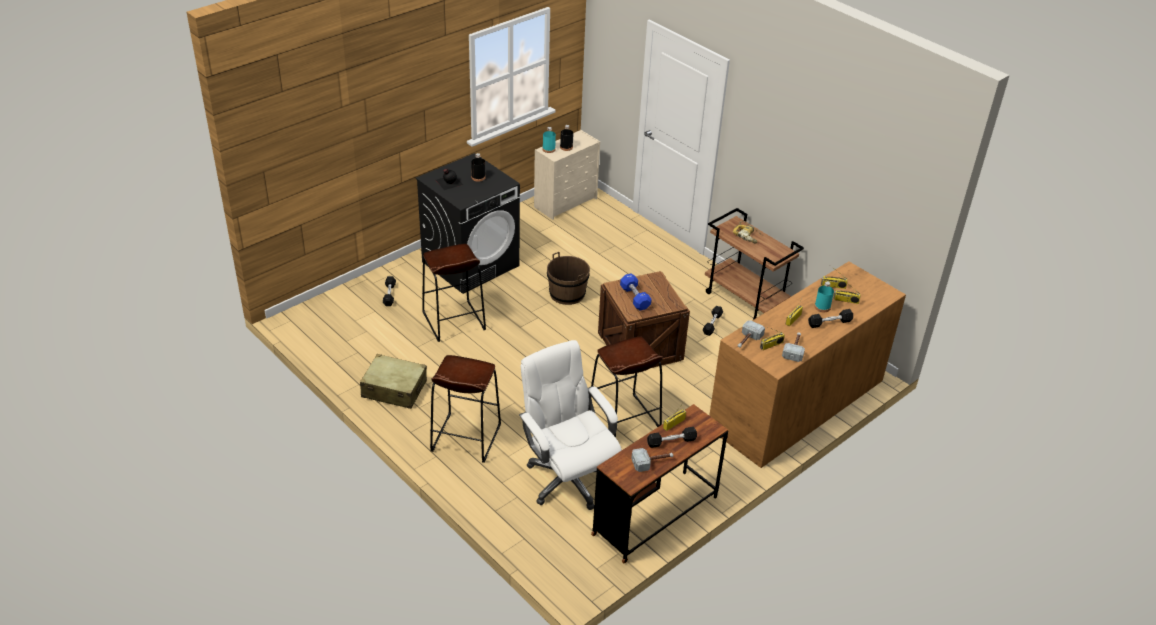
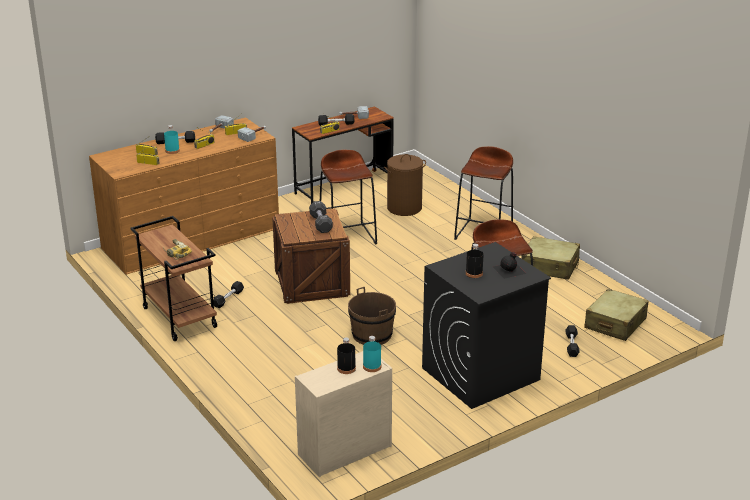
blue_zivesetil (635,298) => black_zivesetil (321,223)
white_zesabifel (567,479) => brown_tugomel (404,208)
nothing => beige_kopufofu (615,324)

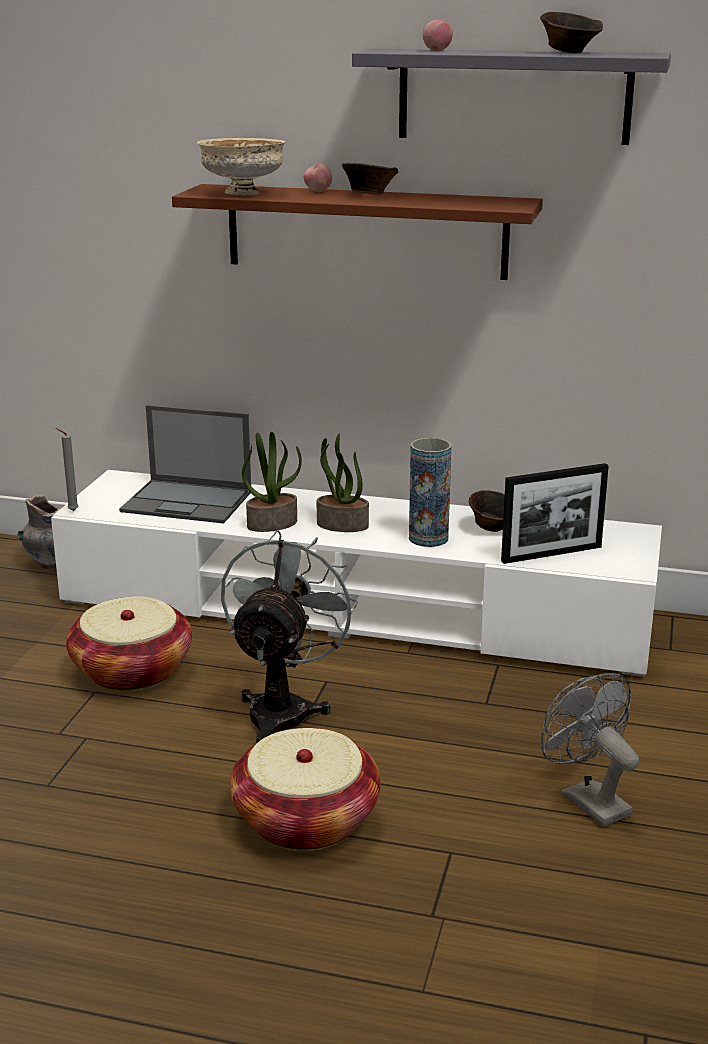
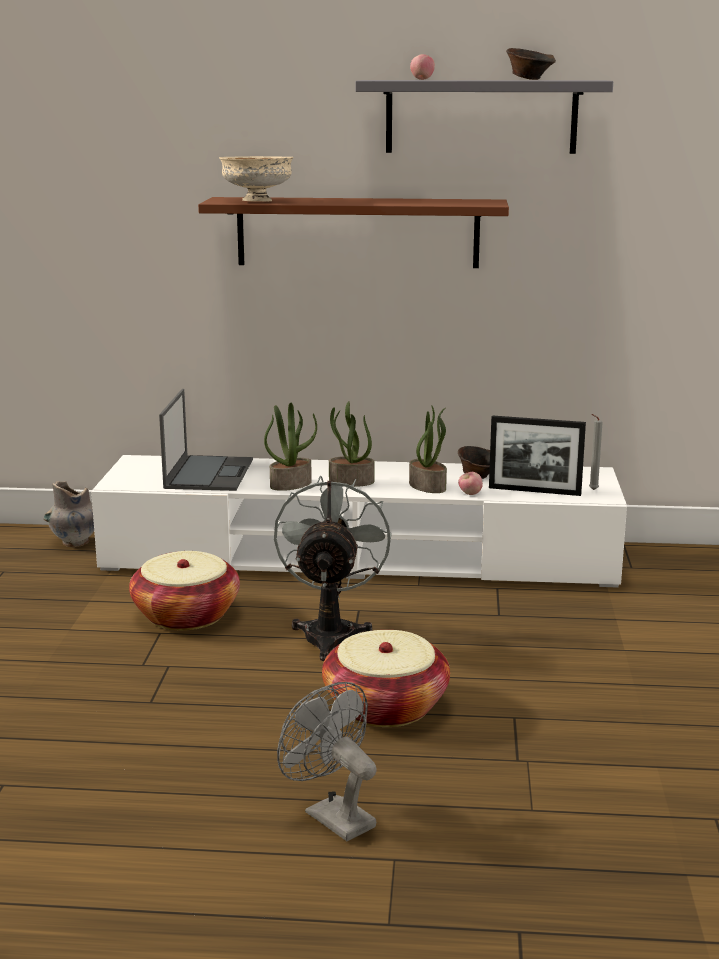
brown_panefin (368,195) => nothing
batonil (317,192) => batonil (470,494), relocated
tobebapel (188,502) => tobebapel (209,473), 90 degrees counterclockwise
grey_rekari (71,511) => grey_rekari (592,490), relocated
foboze (428,538) => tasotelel (428,486)
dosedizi (551,554) => dosedizi (534,491), 45 degrees clockwise
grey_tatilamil (587,799) => grey_tatilamil (332,816), relocated

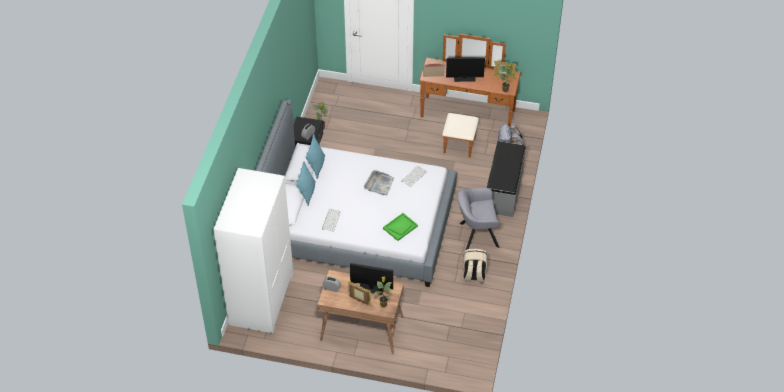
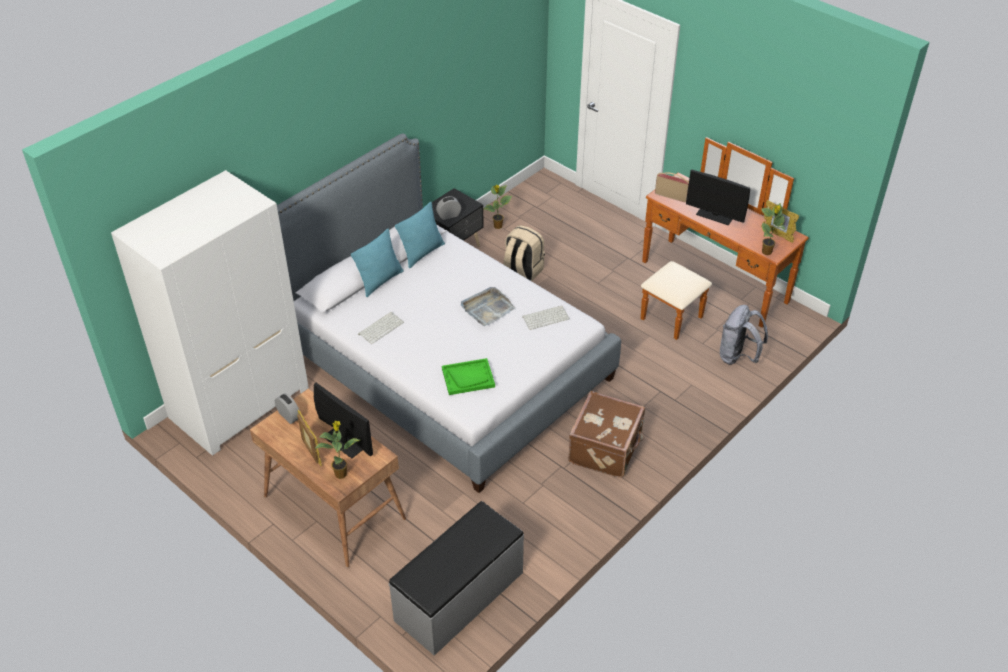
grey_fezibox (504,190) => grey_fezibox (460,597), relocated
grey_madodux (476,235) => brown_kopufofu (606,449)
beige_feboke (473,275) => beige_feboke (522,271), relocated

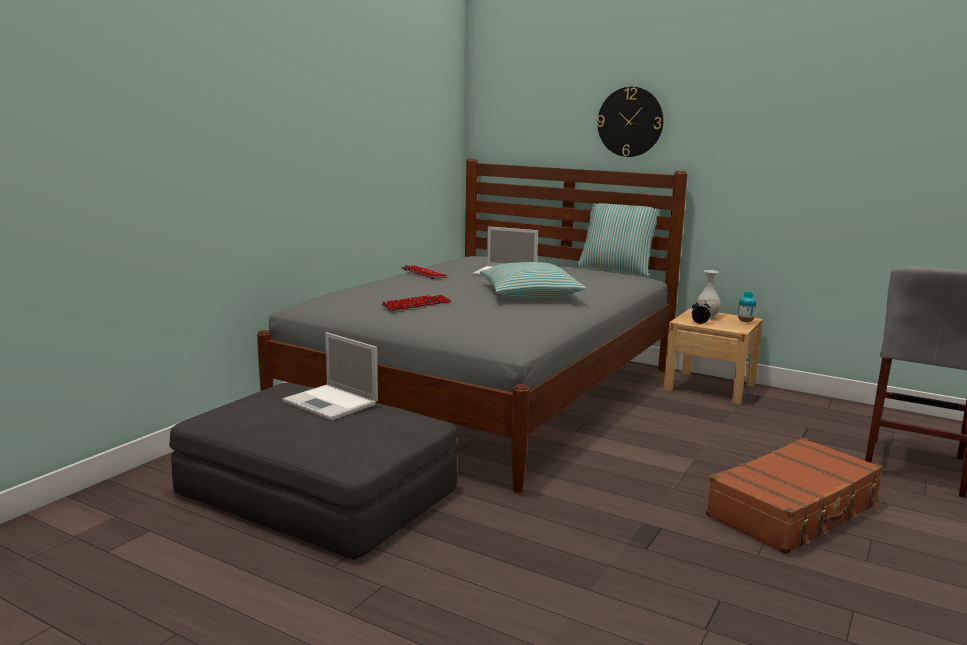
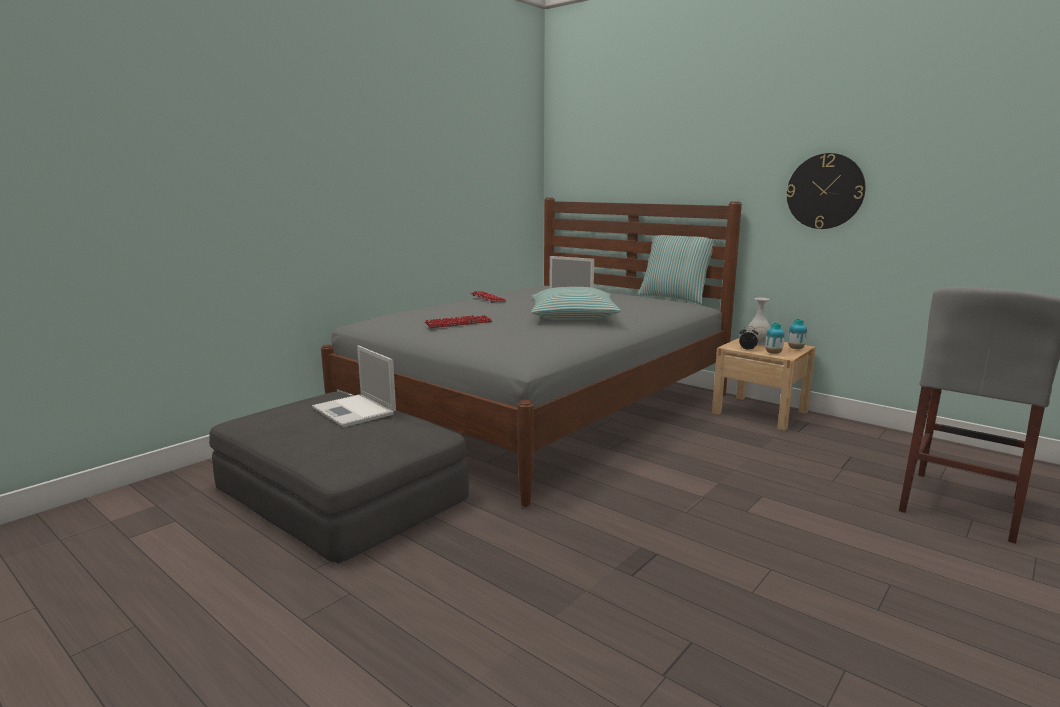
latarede (630,122) => latarede (825,191), relocated
brown_kopufofu (794,511) => nothing
nothing => foboze (773,353)

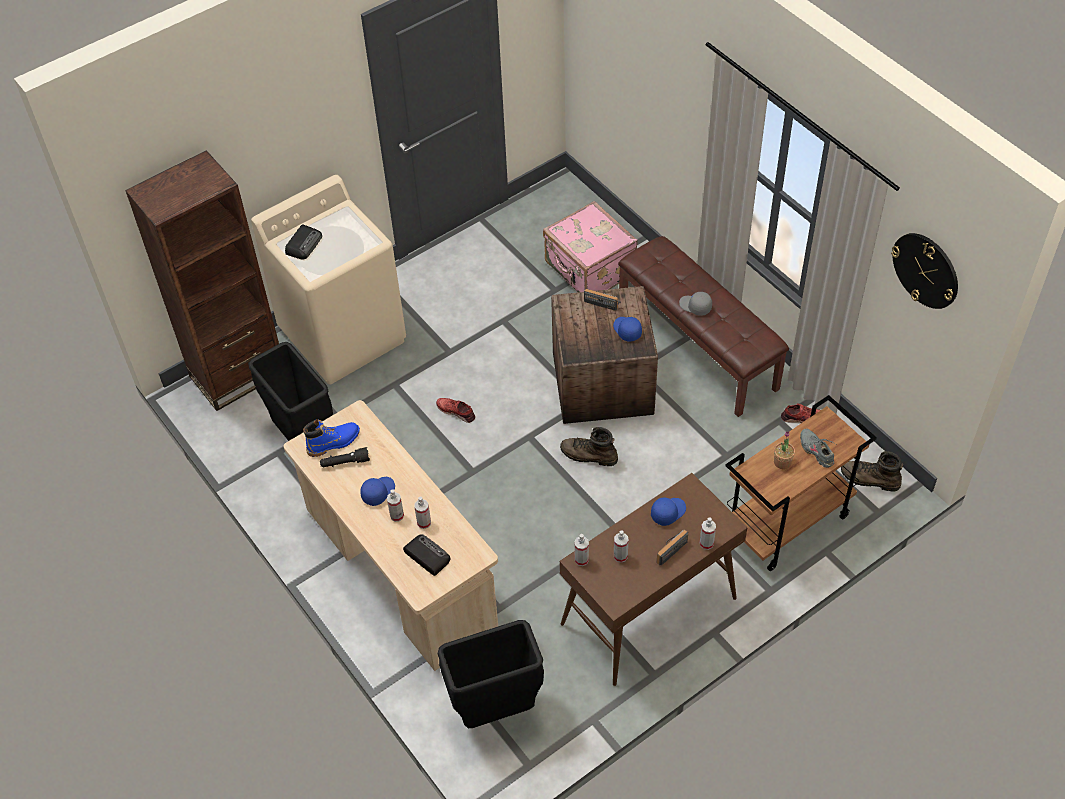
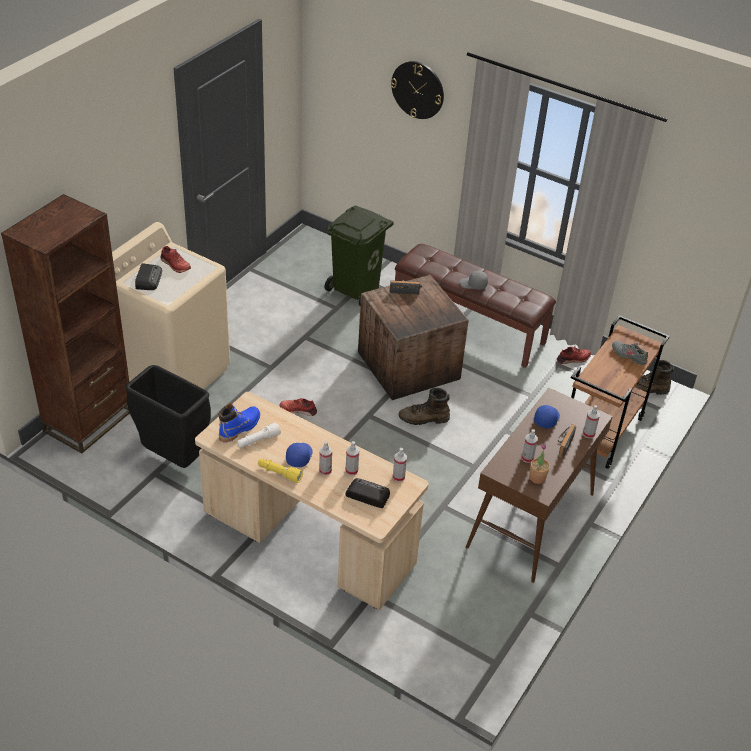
pink_kopufofu (589,270) => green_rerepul (356,289)
latarede (926,270) => latarede (417,89), relocated
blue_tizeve (626,330) => nothing
tasotelel (782,462) => tasotelel (537,478), relocated
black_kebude (345,462) => white_kebude (258,440)
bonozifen (581,560) => bonozifen (398,477), relocated
black_rerepul (496,711) => nothing
nothing => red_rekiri (175,265)
nothing => yellow_kebude (279,473)

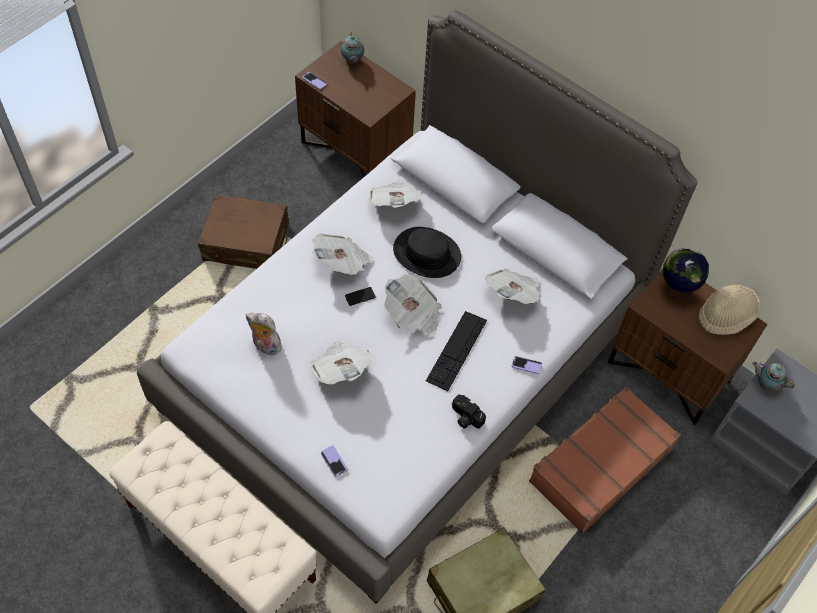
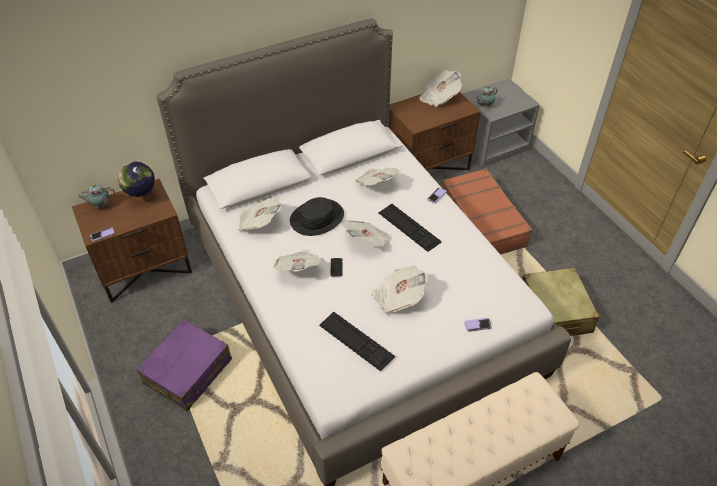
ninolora (352,61) => ninolora (100,205), 150 degrees clockwise
brown_kopufofu (246,242) => purple_kopufofu (188,372)
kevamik (676,289) => kevamik (142,199), relocated
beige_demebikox (726,316) => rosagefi (439,97)
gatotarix (265,346) => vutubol (356,341)
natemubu (465,417) => nothing

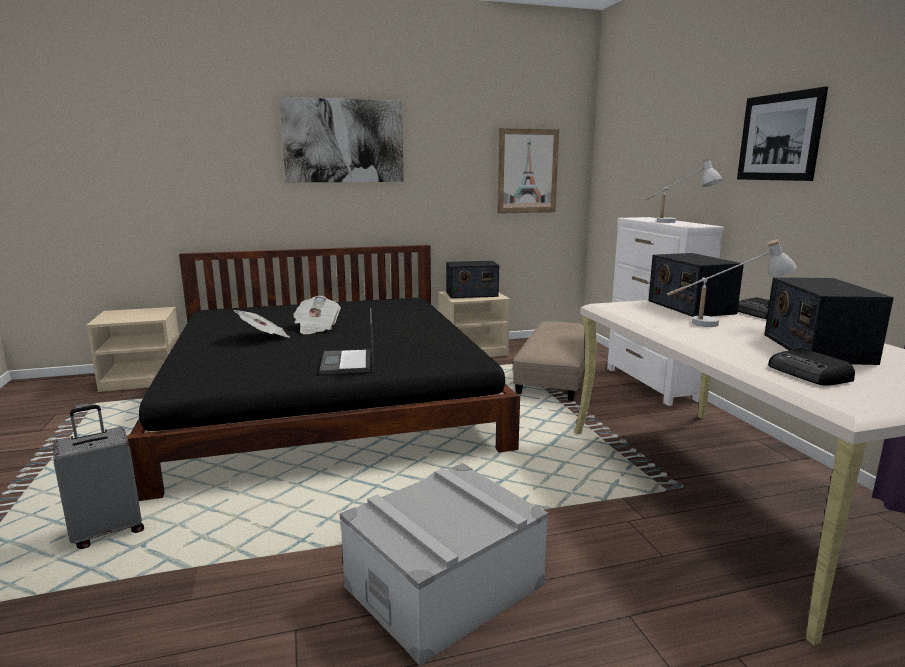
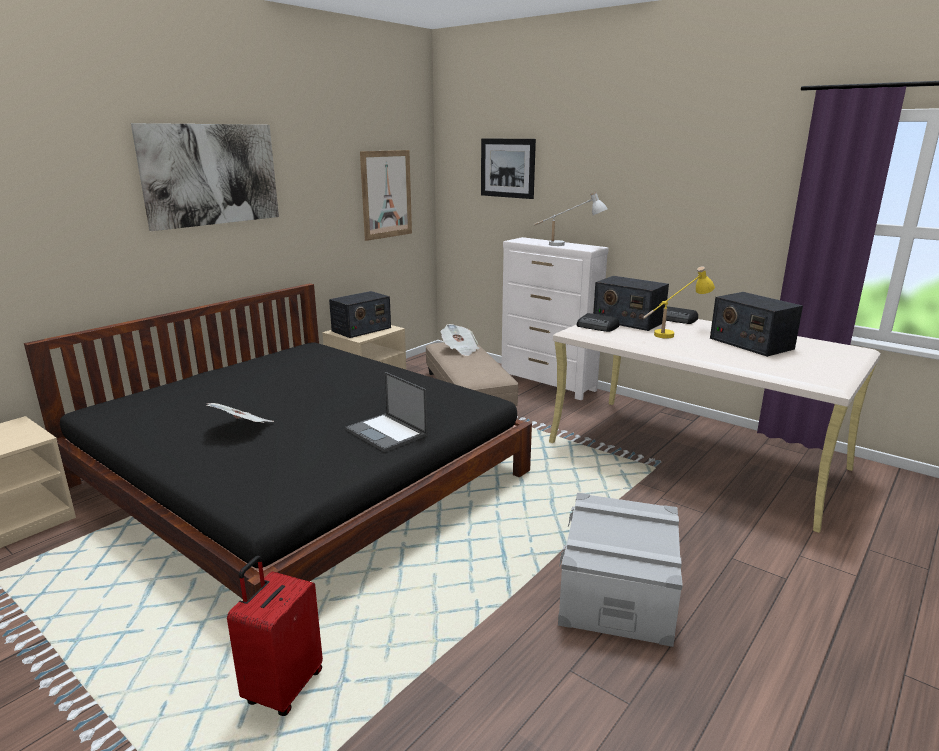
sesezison (779,137) => sesezison (507,168), relocated
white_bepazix (724,324) => yellow_bepazix (674,333)
rosagefi (316,328) => rosagefi (460,350), relocated
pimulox (809,374) => pimulox (597,327), relocated
grey_kopufofu (108,531) => red_kopufofu (283,688)

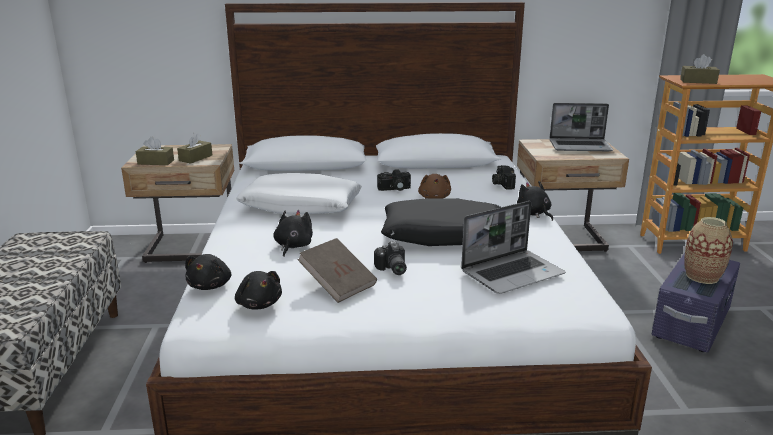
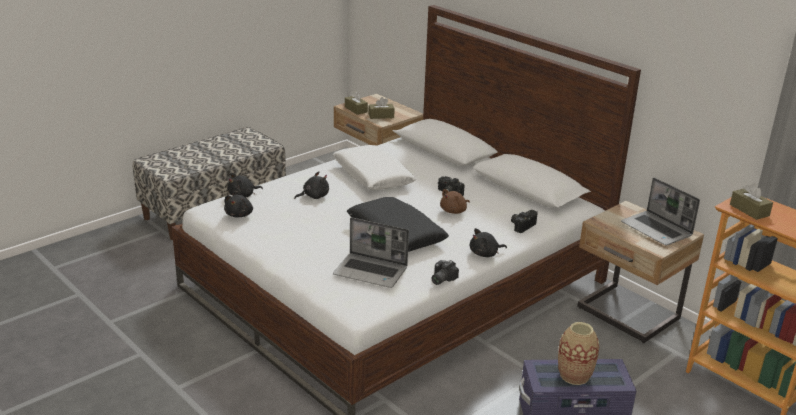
black_gatotarix (534,213) => black_gatotarix (485,254), 135 degrees counterclockwise
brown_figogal (338,284) => nothing
natemubu (391,269) => natemubu (441,279), relocated

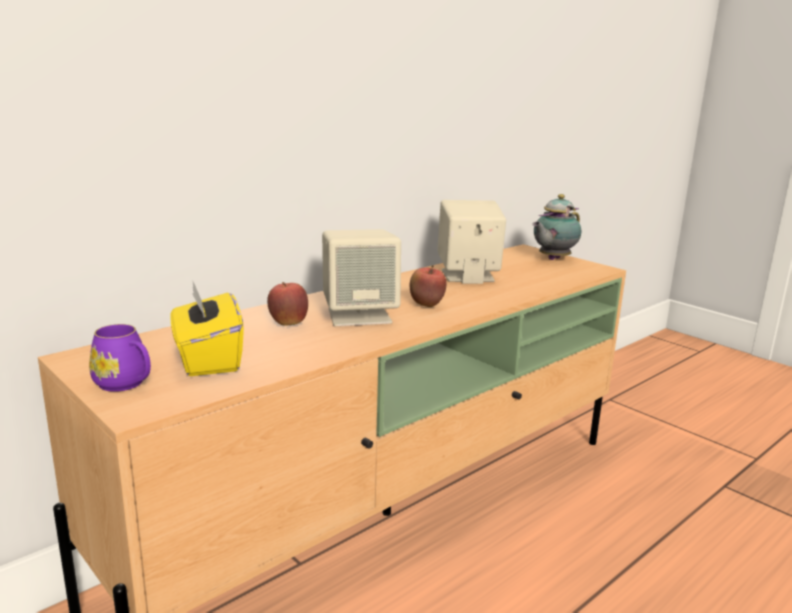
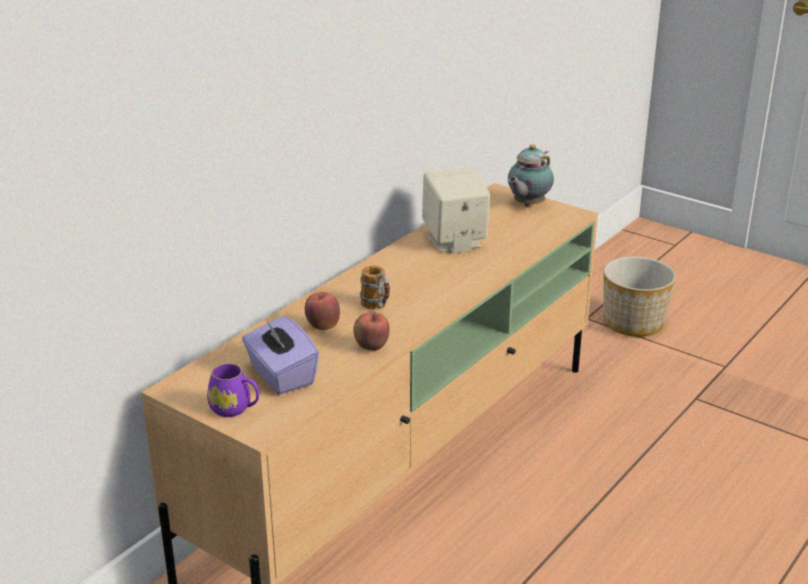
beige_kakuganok (359,315) => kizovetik (378,308)
batonil (426,305) => batonil (371,348), relocated
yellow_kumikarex (208,359) => purple_kumikarex (281,375)
nothing => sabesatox (633,322)

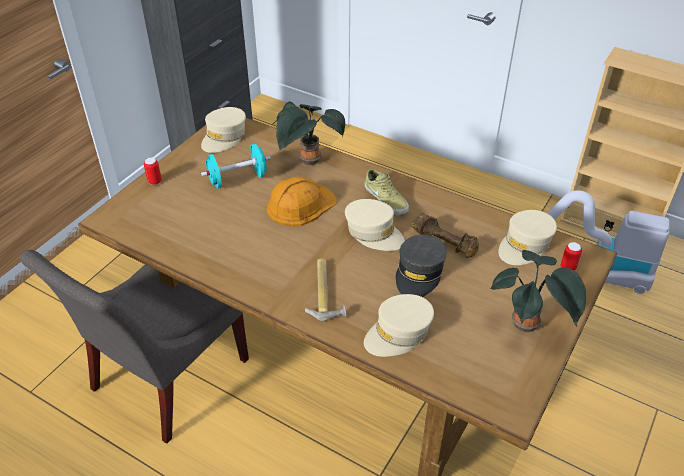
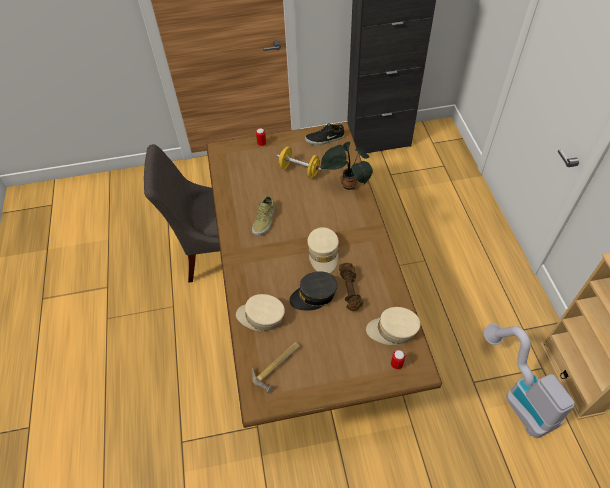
beige_tizeve (224,137) => black_rekiri (324,139)
turquoise_zivesetil (237,179) => yellow_zivesetil (299,170)
beige_rekiri (387,199) => beige_rekiri (264,220), relocated
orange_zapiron (300,205) => nothing
tasotelel (527,326) => nothing
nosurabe (326,292) => nosurabe (278,367), relocated

